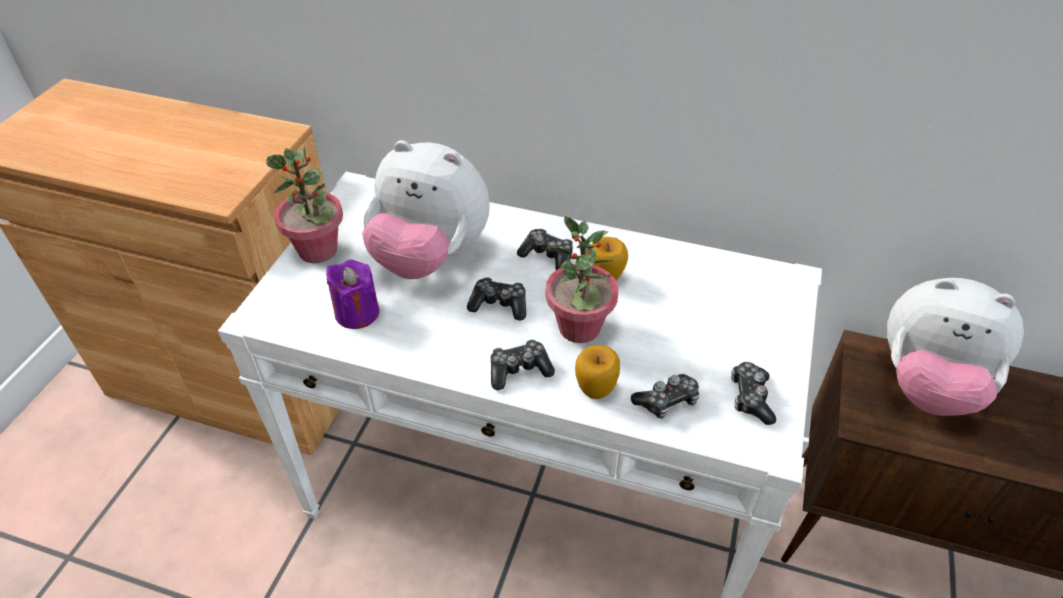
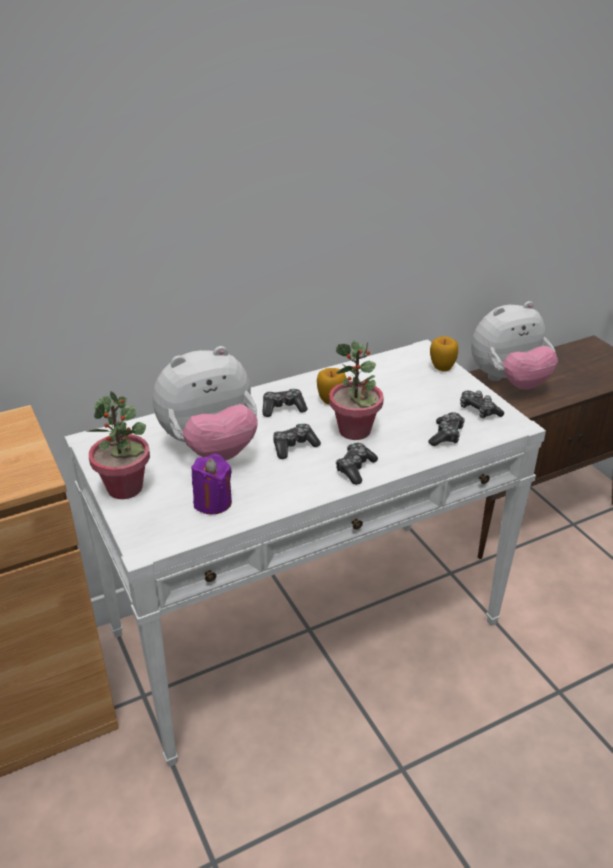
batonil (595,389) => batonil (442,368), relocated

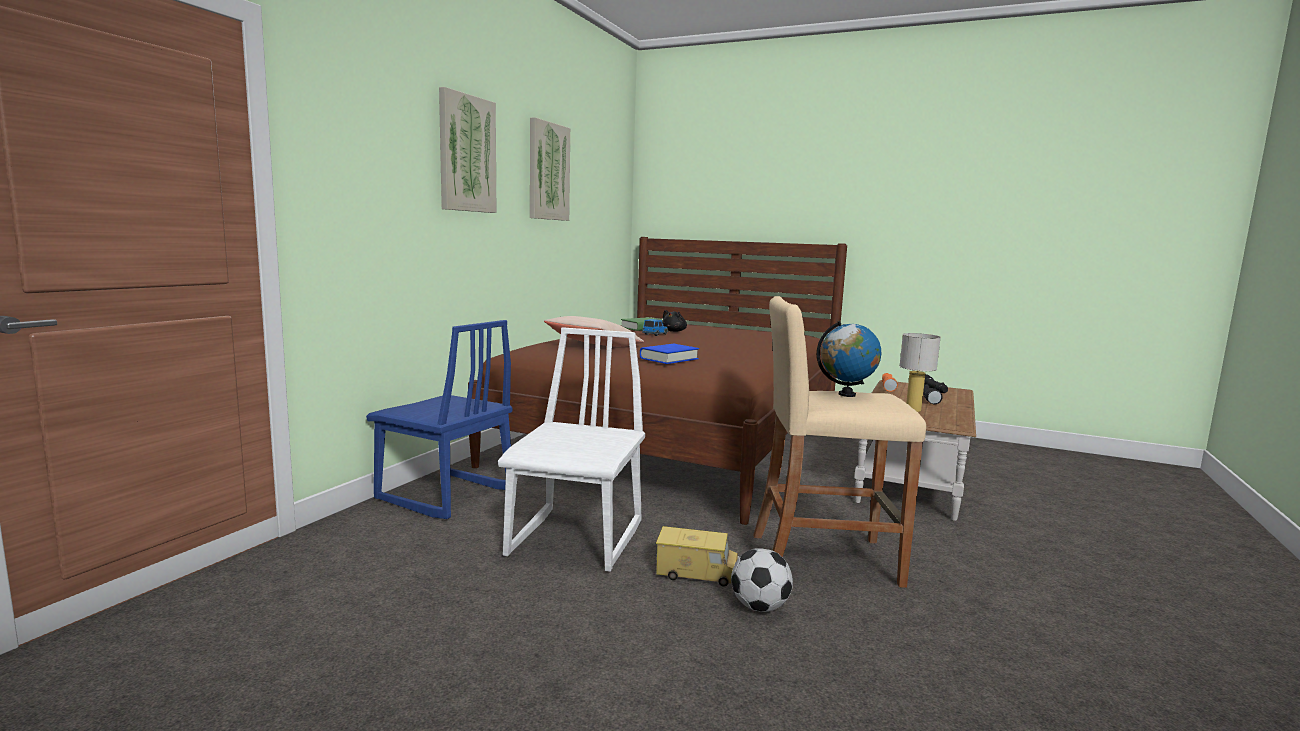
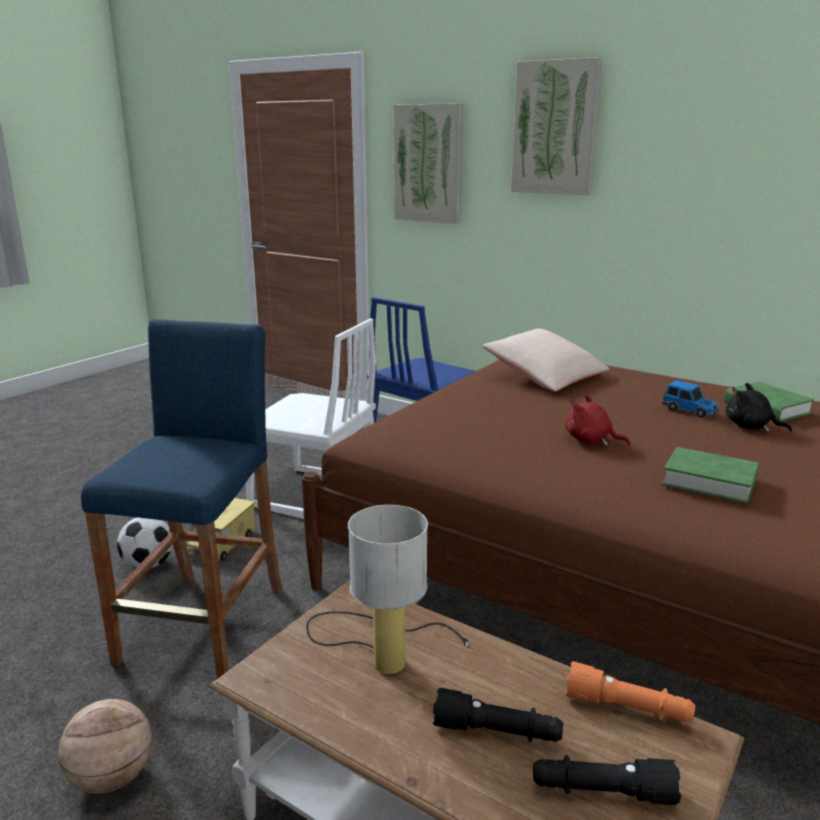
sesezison (548,171) => sesezison (428,163), relocated
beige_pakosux (824,559) => blue_pakosux (204,624)
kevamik (847,394) => nothing
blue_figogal (669,358) => nothing
nothing => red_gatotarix (590,441)
nothing => green_figogal (709,481)
nothing => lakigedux (112,778)

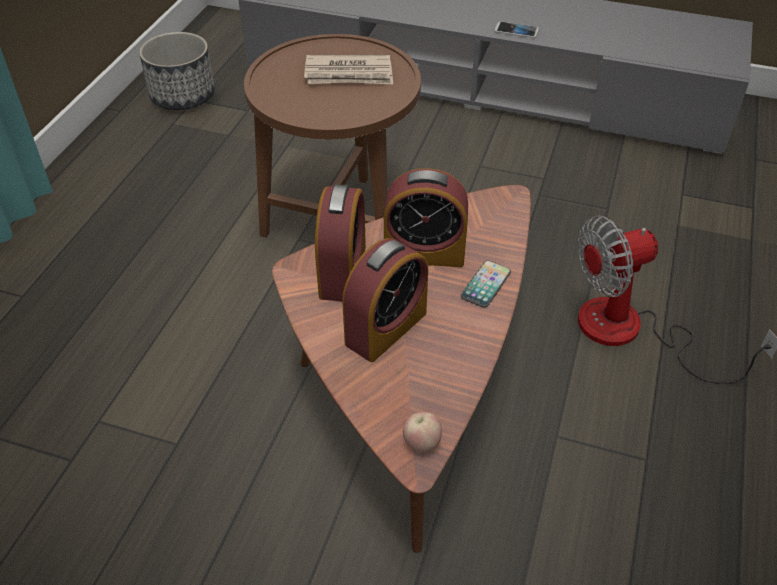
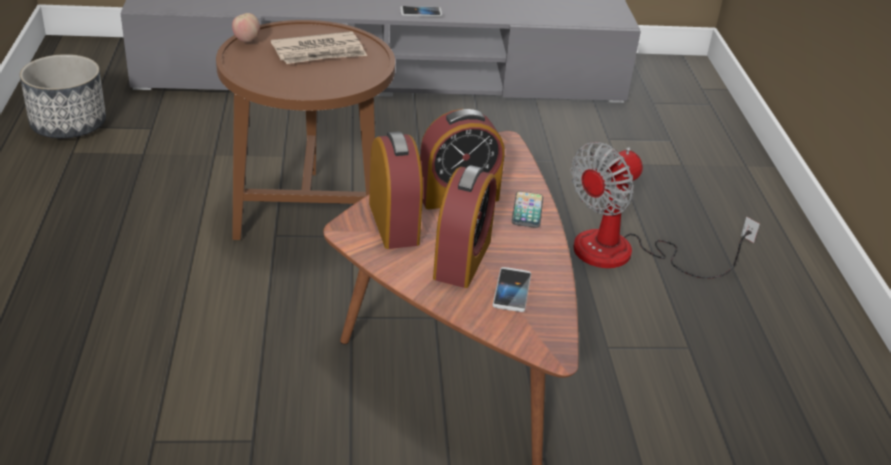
batonil (422,443) => batonil (247,40), relocated
nothing => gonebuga (512,291)

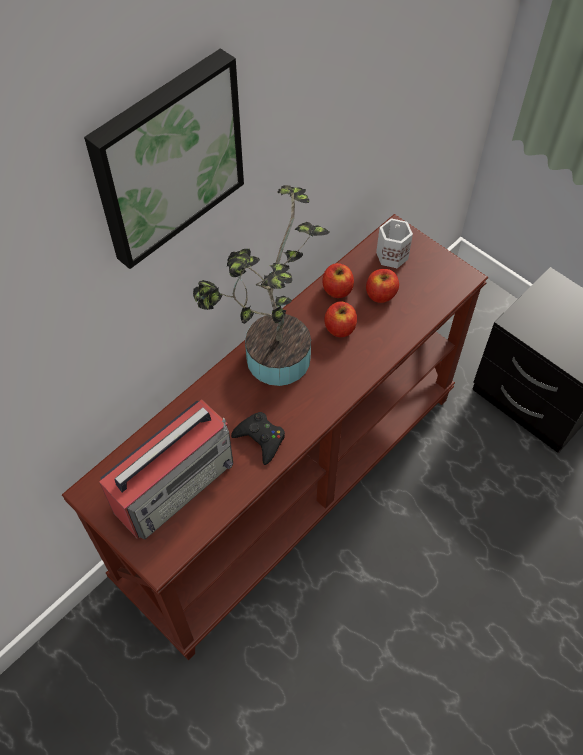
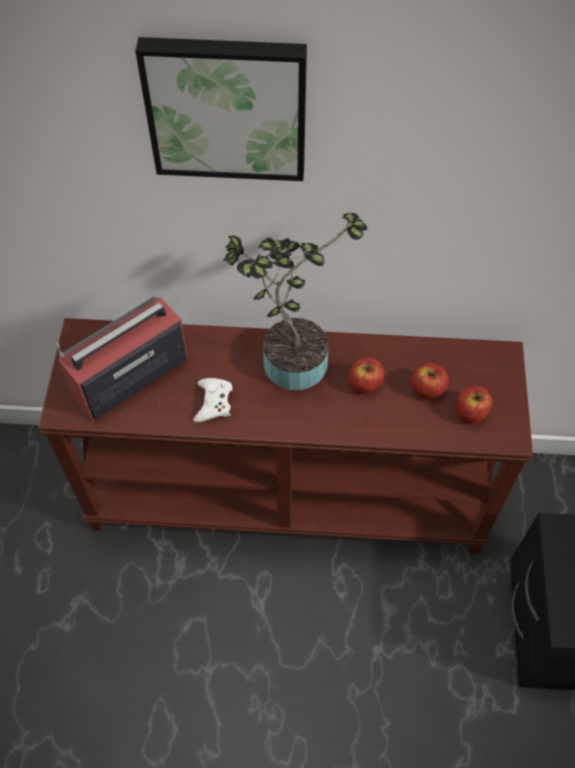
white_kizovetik (391,254) => nothing
batonil (337,289) => batonil (471,412), relocated
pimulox (176,484) => pimulox (129,378), 135 degrees clockwise
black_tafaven (260,439) => white_tafaven (213,402)

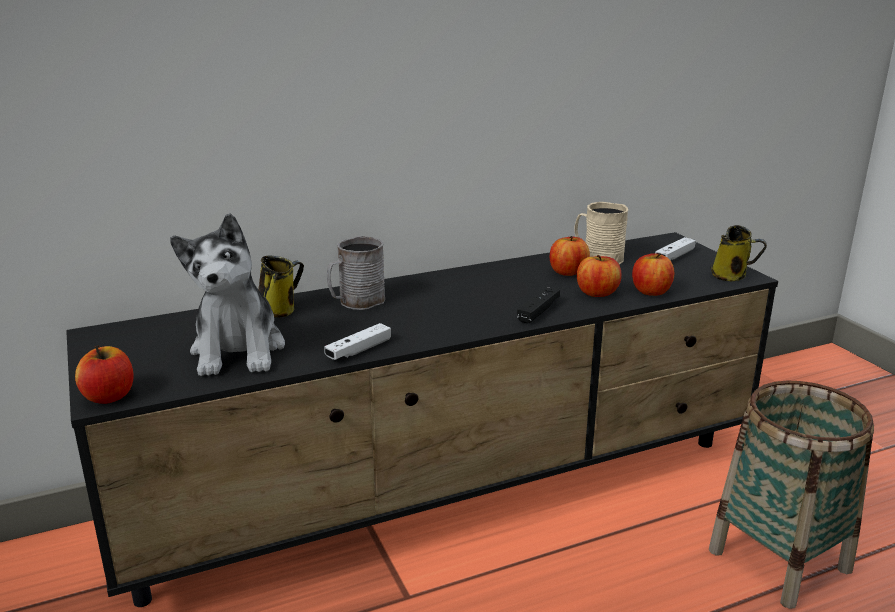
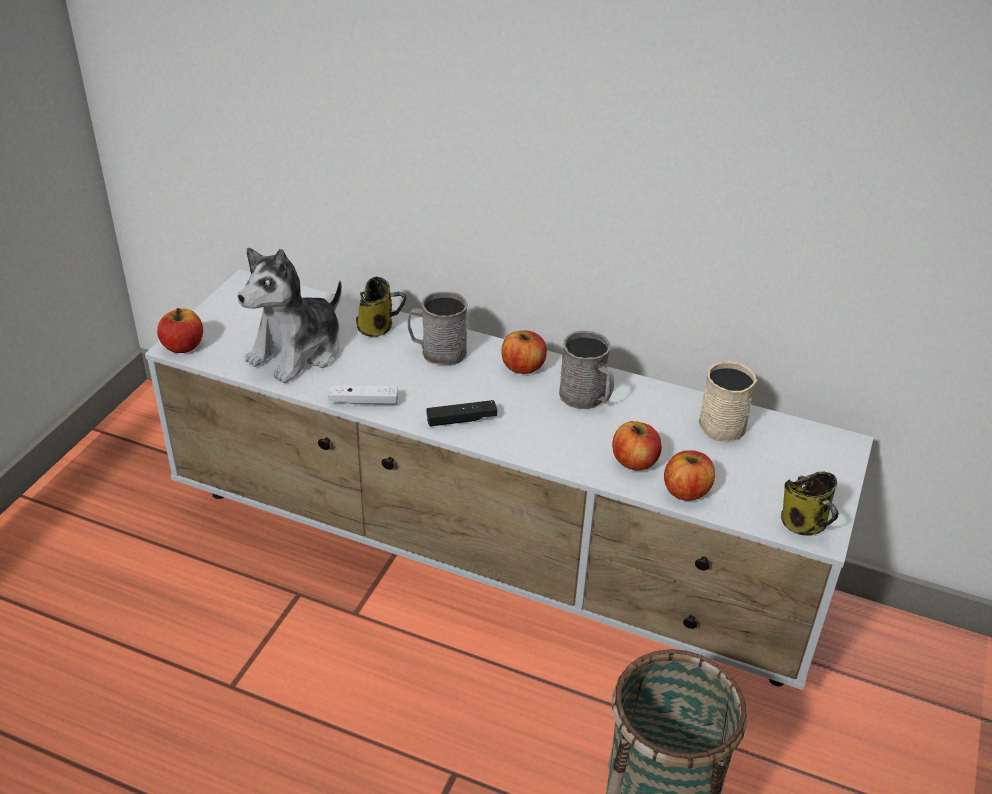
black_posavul (450,491) => white_posavul (494,557)
batonil (568,272) => batonil (523,367), relocated
white_tafaven (674,256) => nothing
black_tafaven (538,311) => black_tafaven (461,419), relocated
nothing => grey_kizovetik (587,398)

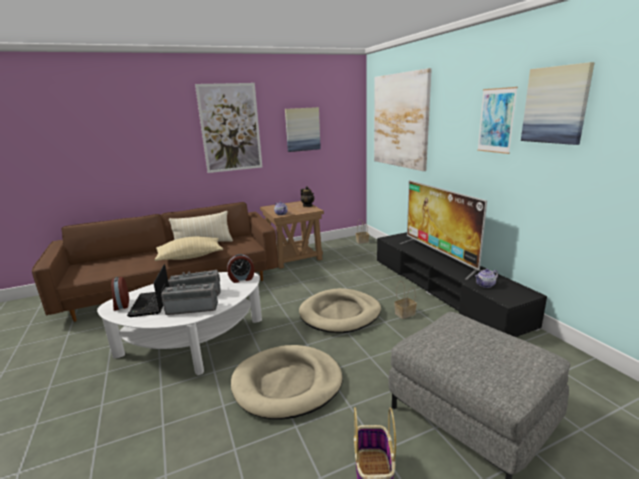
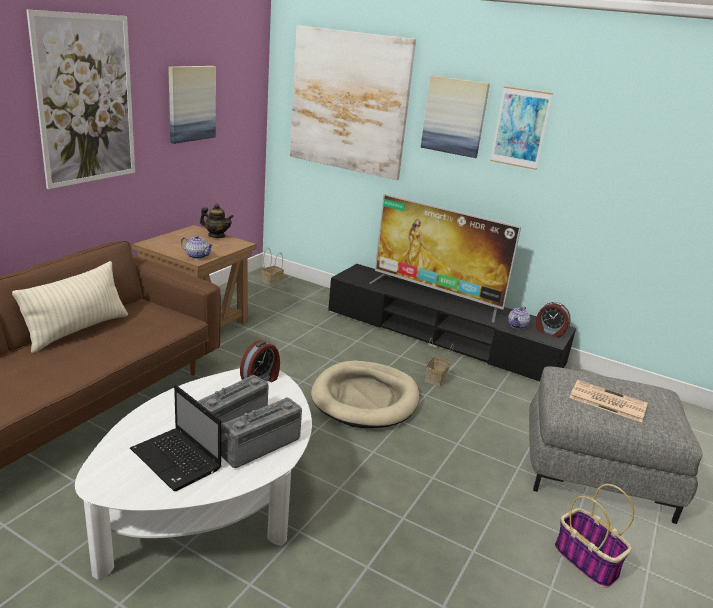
sesezison (555,105) => sesezison (454,116), relocated
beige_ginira (190,257) => nothing
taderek (121,305) => taderek (549,332), relocated
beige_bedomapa (287,384) => nothing
nothing => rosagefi (606,401)

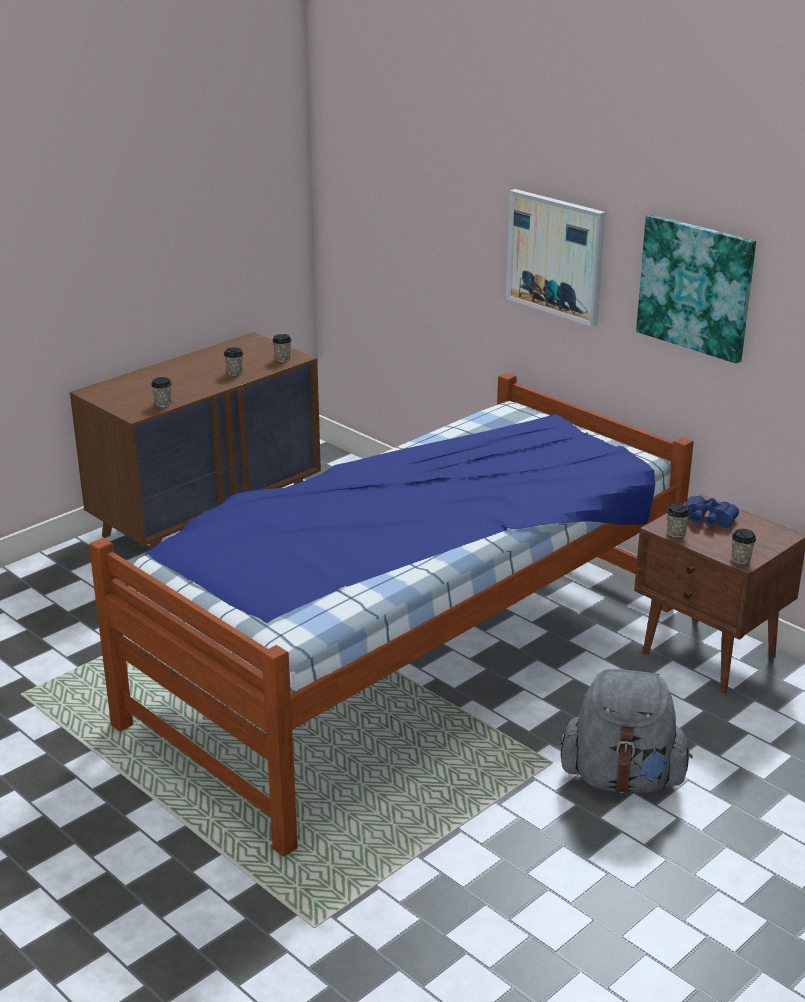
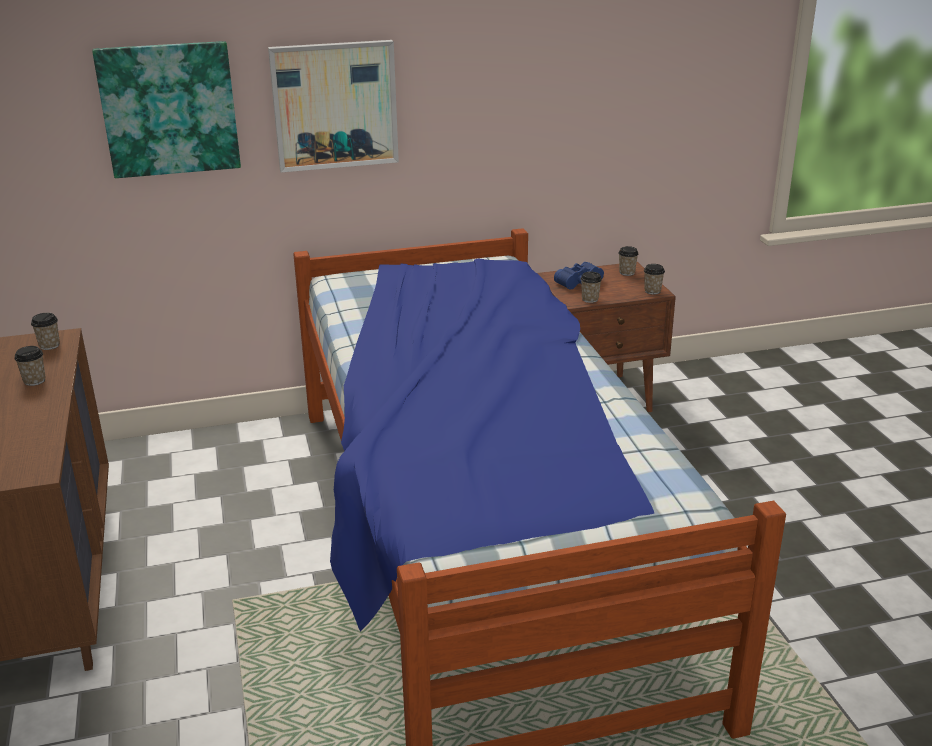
sesezison (696,287) => sesezison (169,109), relocated
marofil (163,404) => marofil (627,273), relocated
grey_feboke (622,778) => nothing

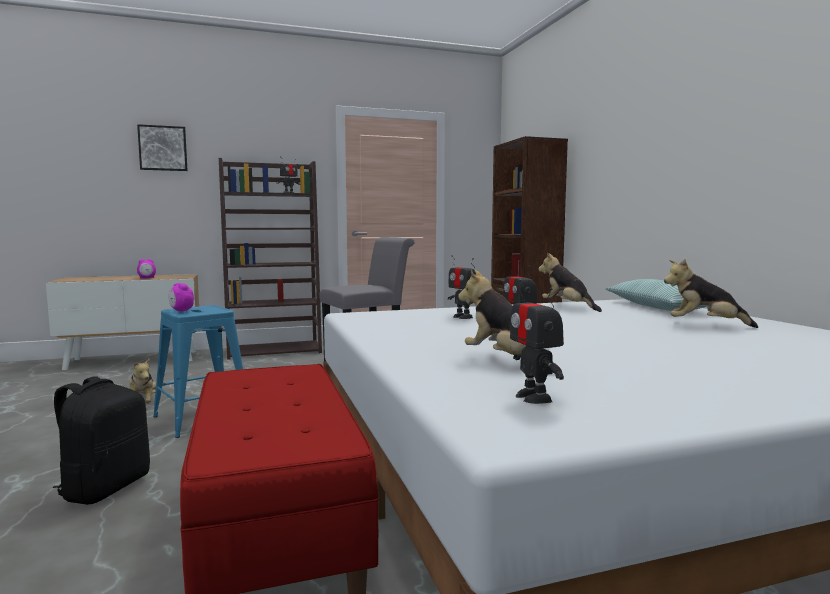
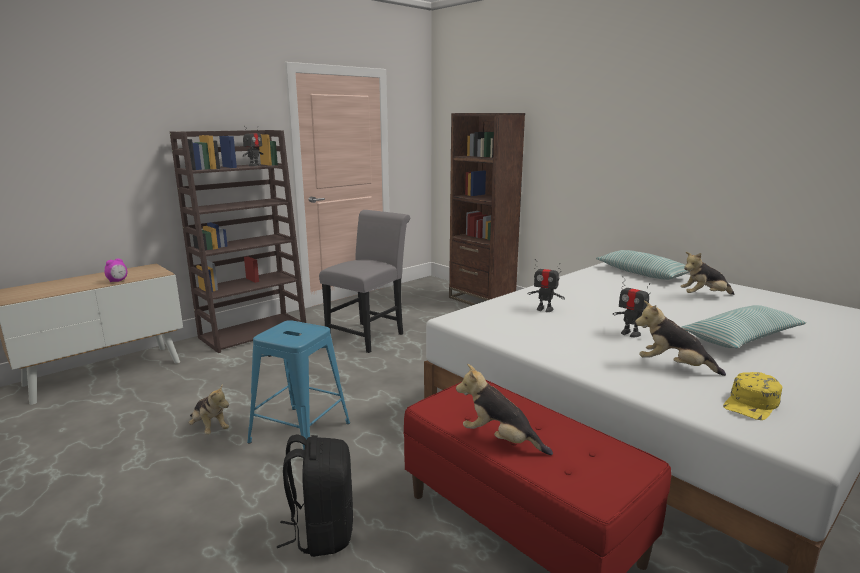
sesezison (163,148) => nothing
gatotarix (567,307) => gatotarix (500,440), relocated
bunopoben (534,397) => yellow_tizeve (752,404)
taderek (181,311) => nothing
nothing => ginira (741,338)

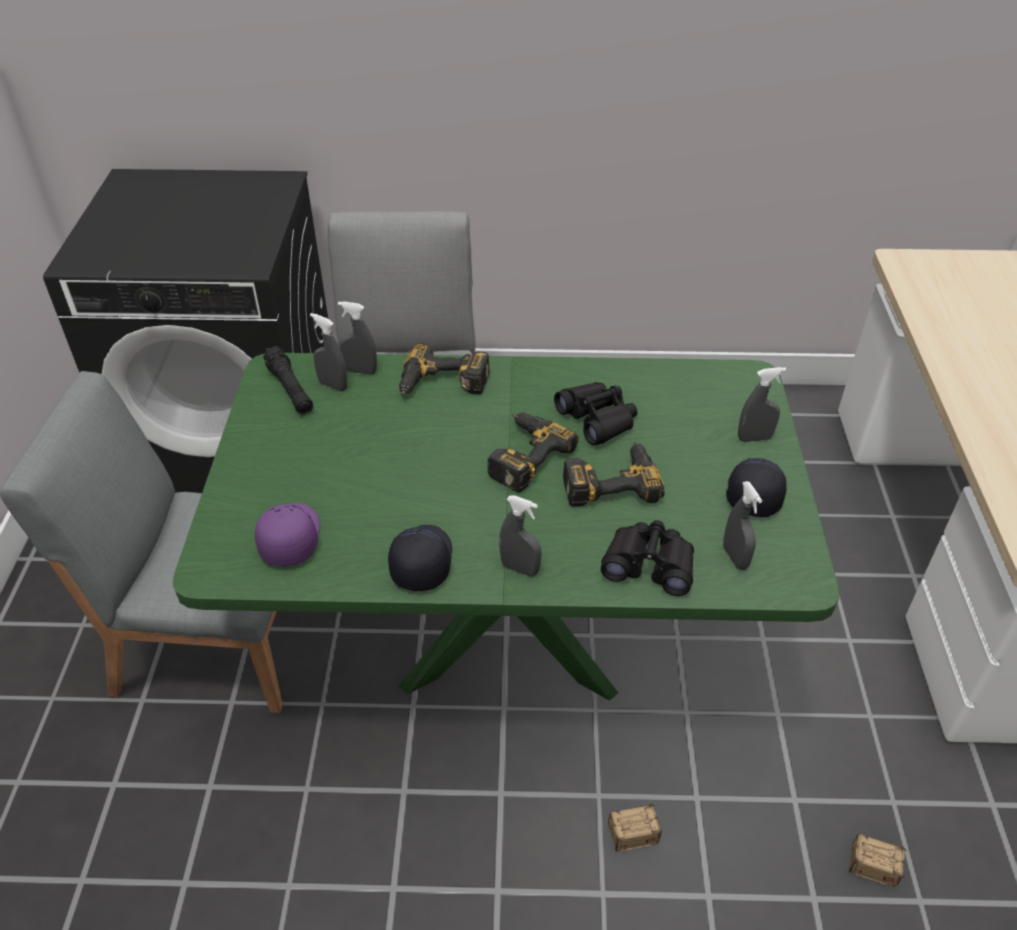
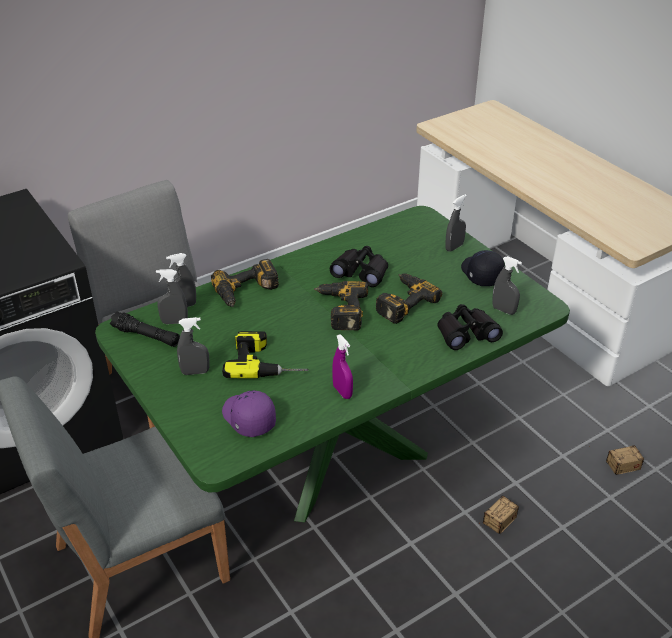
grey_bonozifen (520,568) => grey_bonozifen (195,372), relocated
black_tizeve (421,561) => purple_bonozifen (342,392)
nothing => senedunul (267,361)

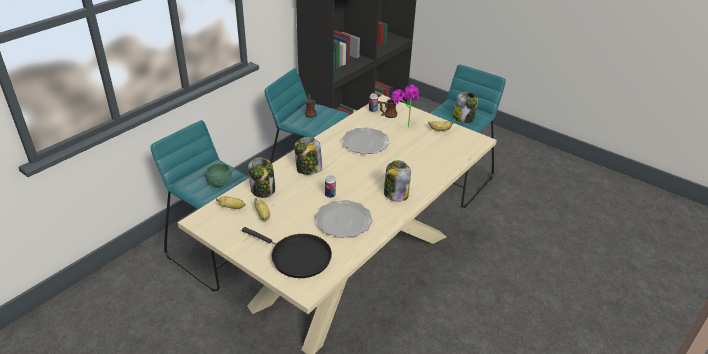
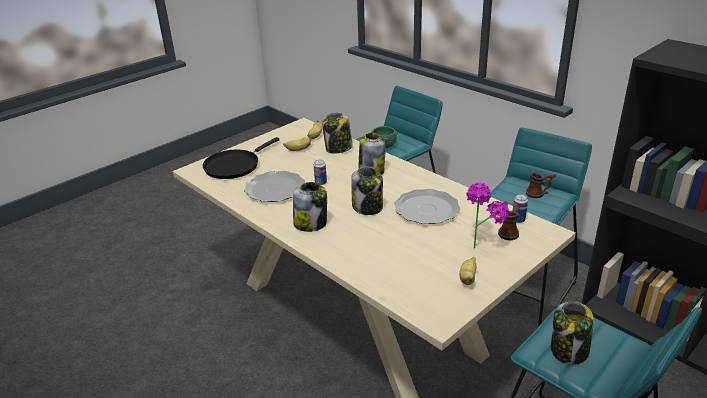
nothing => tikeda (368,207)

